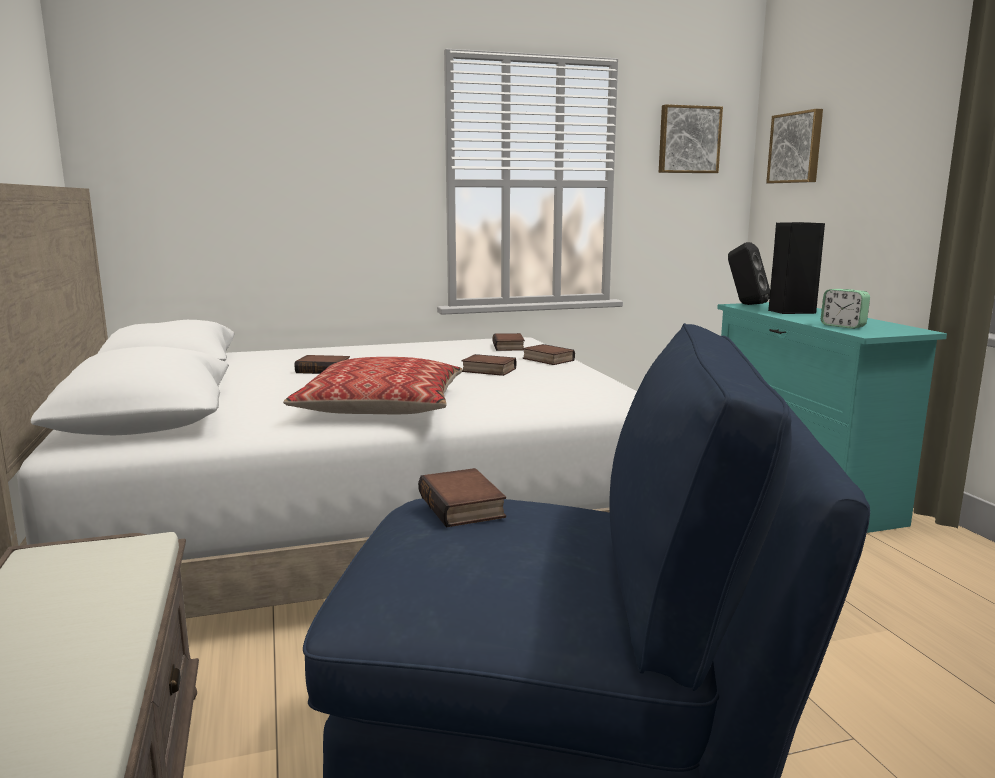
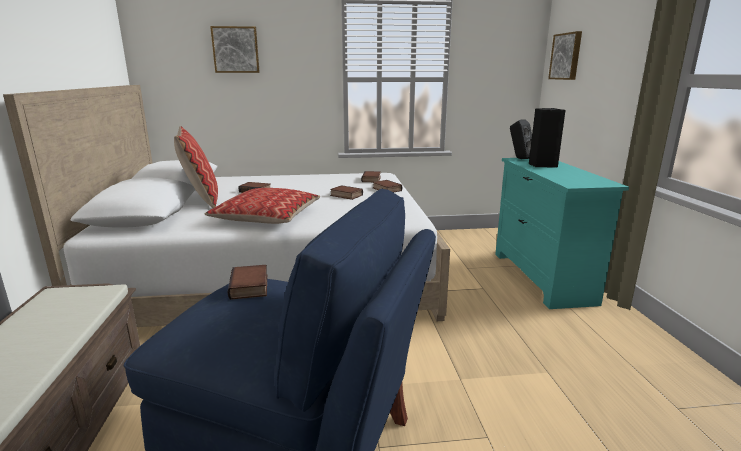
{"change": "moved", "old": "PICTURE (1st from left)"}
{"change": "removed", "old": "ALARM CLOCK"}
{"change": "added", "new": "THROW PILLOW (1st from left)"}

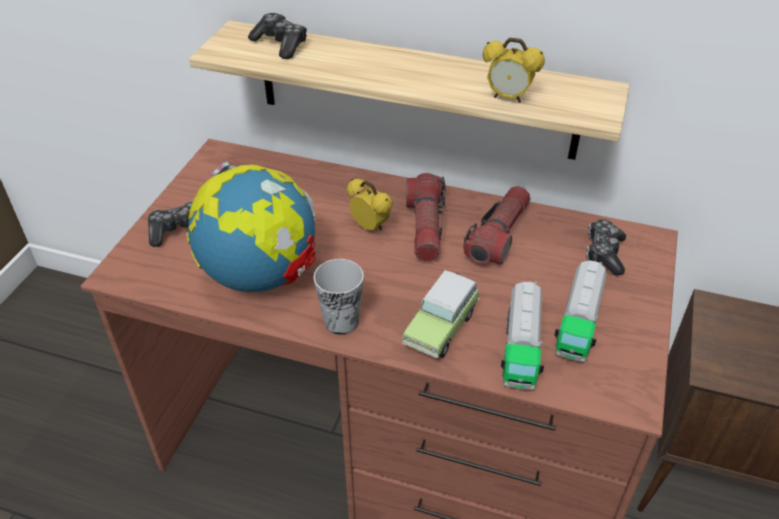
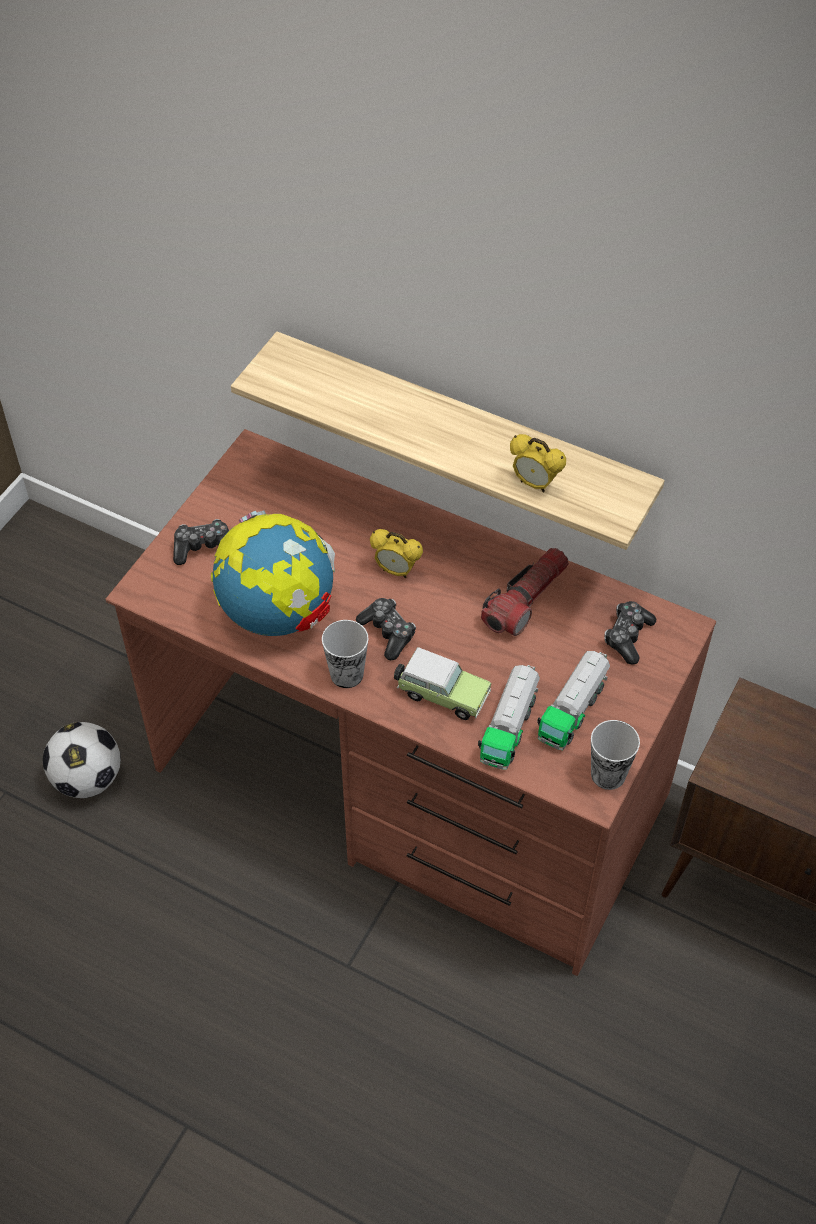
{"change": "moved", "old": "GAME CONTROLLER (2nd from left)"}
{"change": "removed", "old": "HAND TORCH (1st from left)"}
{"change": "turned", "old": "ALARM CLOCK (1st from left)", "degrees": 150}
{"change": "turned", "old": "MODEL CAR", "degrees": -105}
{"change": "added", "new": "CUP (2nd from left)"}
{"change": "added", "new": "BALL FOR FOOTBALL"}

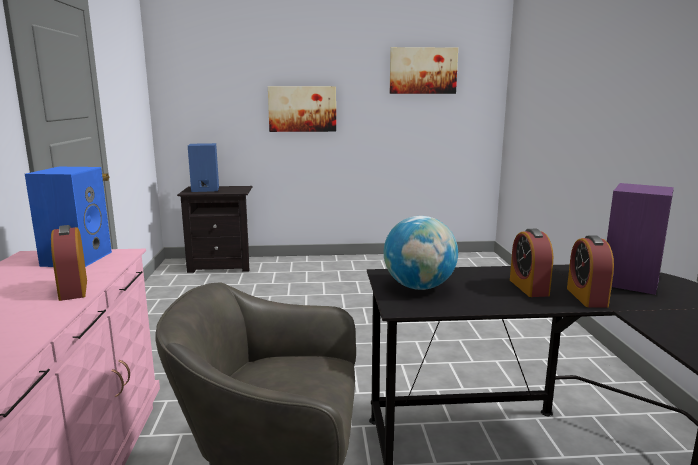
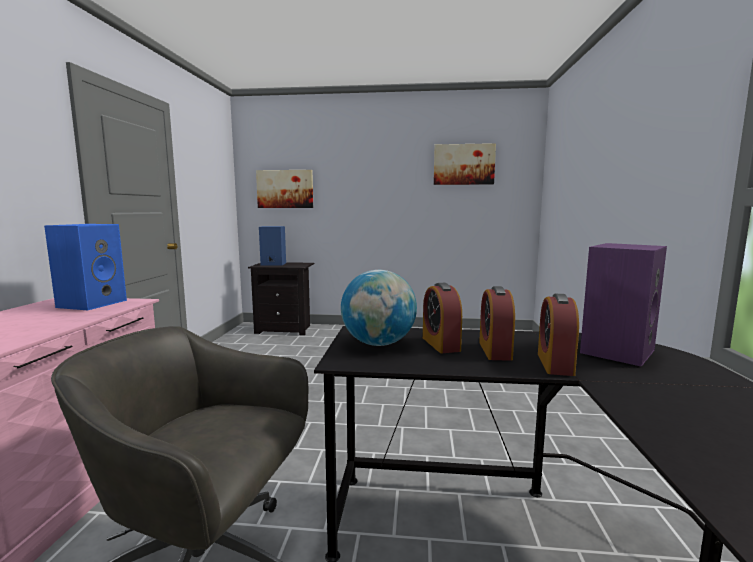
{"change": "moved", "old": "PICTURE (1st from left)"}
{"change": "moved", "old": "ALARM CLOCK (1st from left)"}

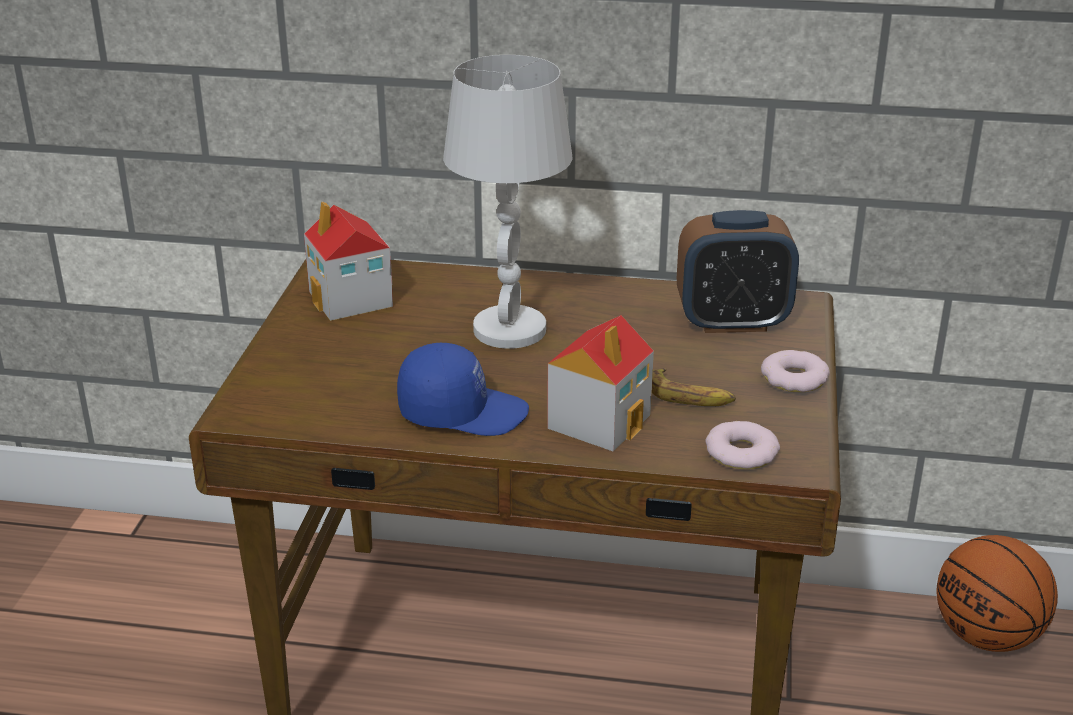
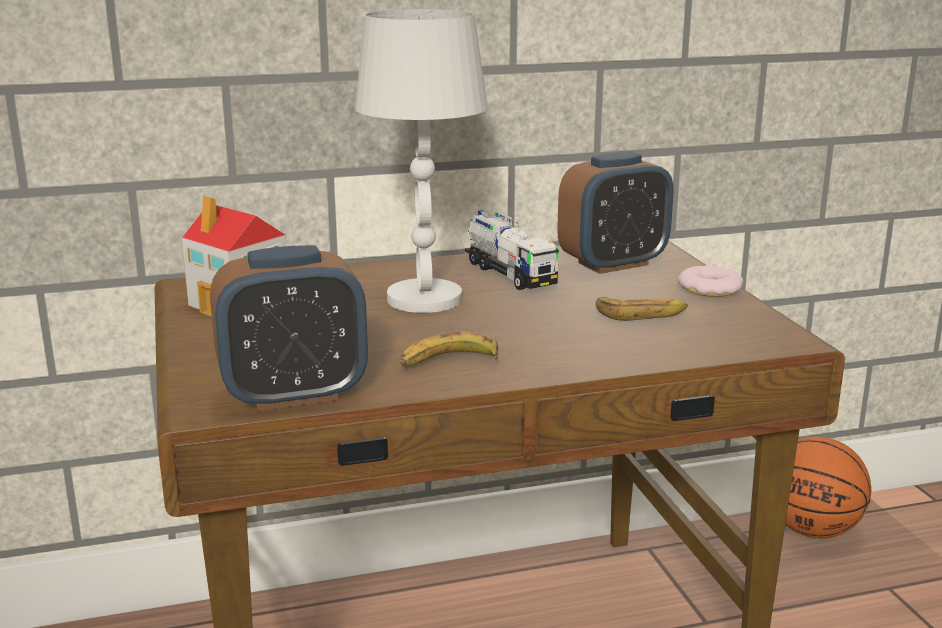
{"change": "removed", "old": "MINIATURE HOUSE (2nd from left)"}
{"change": "replaced", "old": "BLUE-COLOURED BASEBALL CAP", "new": "BANANA (1st from left)"}
{"change": "removed", "old": "RING DOUGHNUT (1st from left)"}
{"change": "added", "new": "MODEL TRUCK"}
{"change": "added", "new": "ALARM CLOCK (1st from left)"}

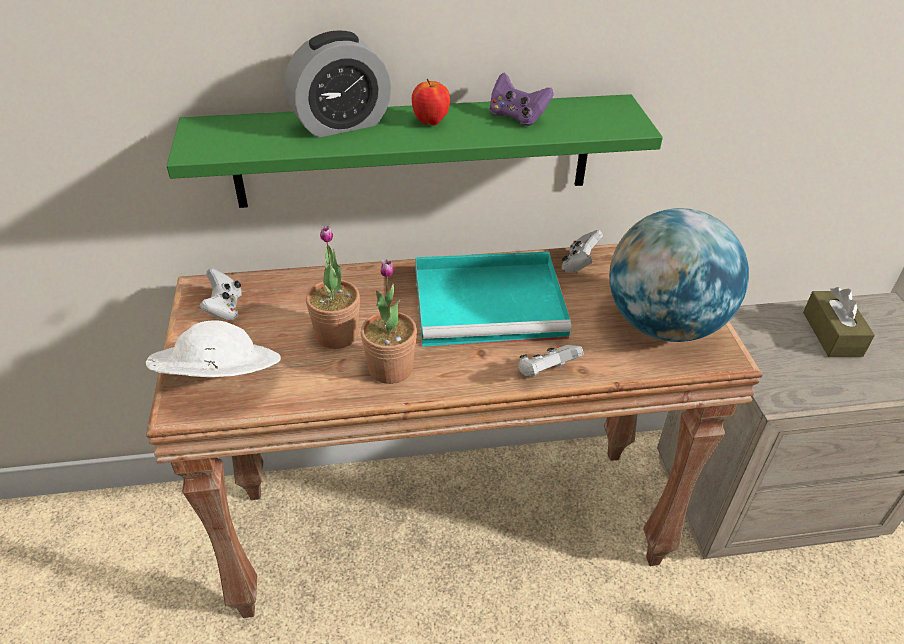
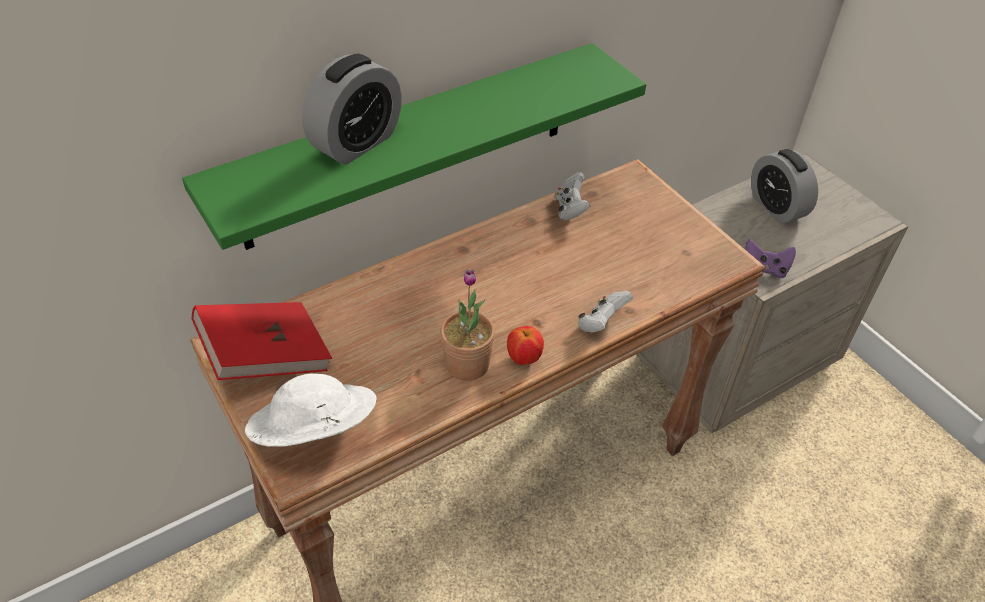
{"change": "moved", "old": "PURPLISH GAME CONTROLLER"}
{"change": "moved", "old": "APPLE"}
{"change": "removed", "old": "GLOBE"}
{"change": "removed", "old": "PLANT IN A POT (1st from left)"}
{"change": "removed", "old": "BLUE-GREEN CARRYING TRAY"}
{"change": "replaced", "old": "WHITISH GAME CONTROLLER (1st from left)", "new": "RED-COLOURED VOLUME"}
{"change": "replaced", "old": "BROWN BOX OF TISSUES", "new": "ALARM CLOCK (2nd from left)"}

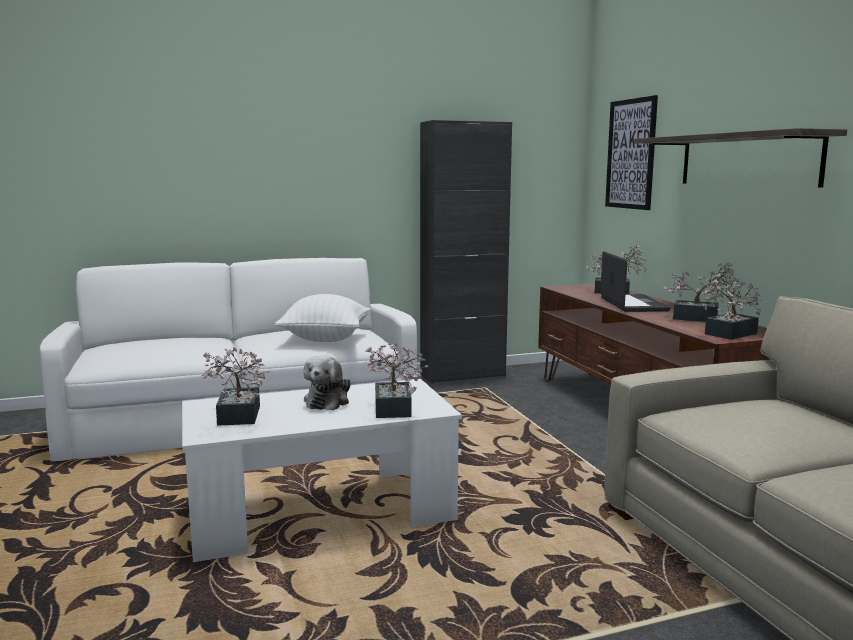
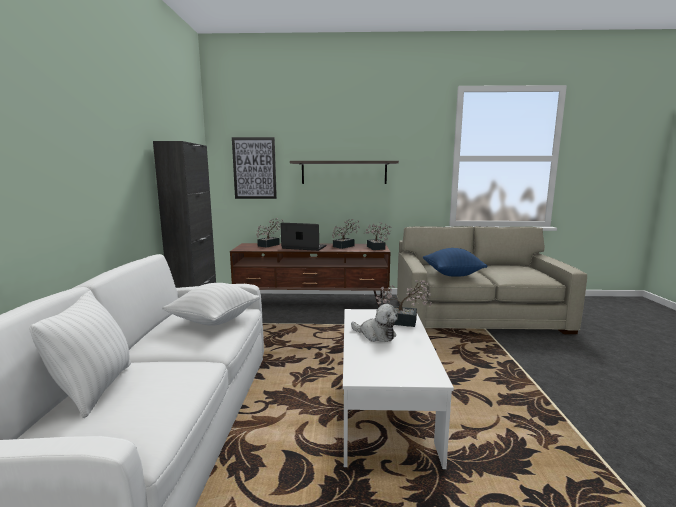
{"change": "removed", "old": "PLANT IN A POT (1st from left)"}
{"change": "added", "new": "BLUE-COLOURED THROW PILLOW"}
{"change": "added", "new": "WHITISH THROW PILLOW (1st from left)"}

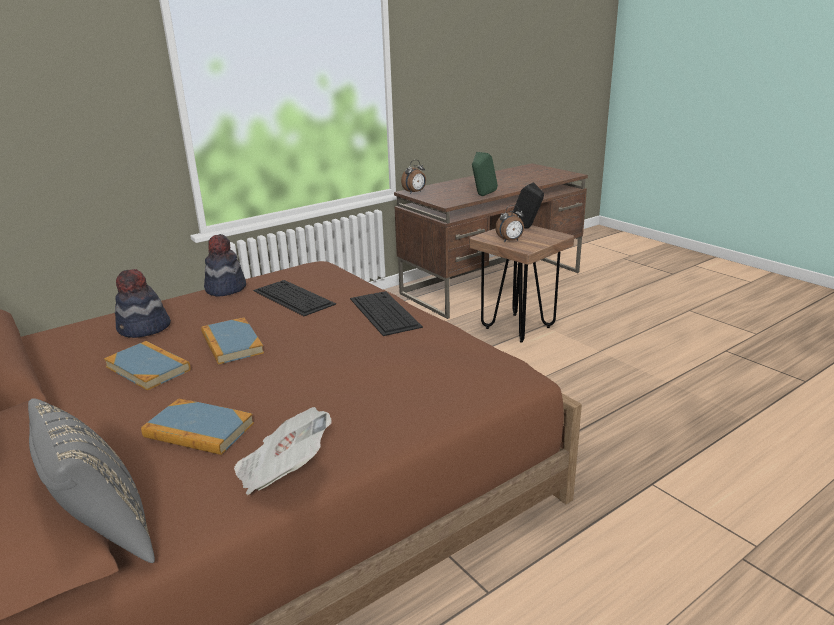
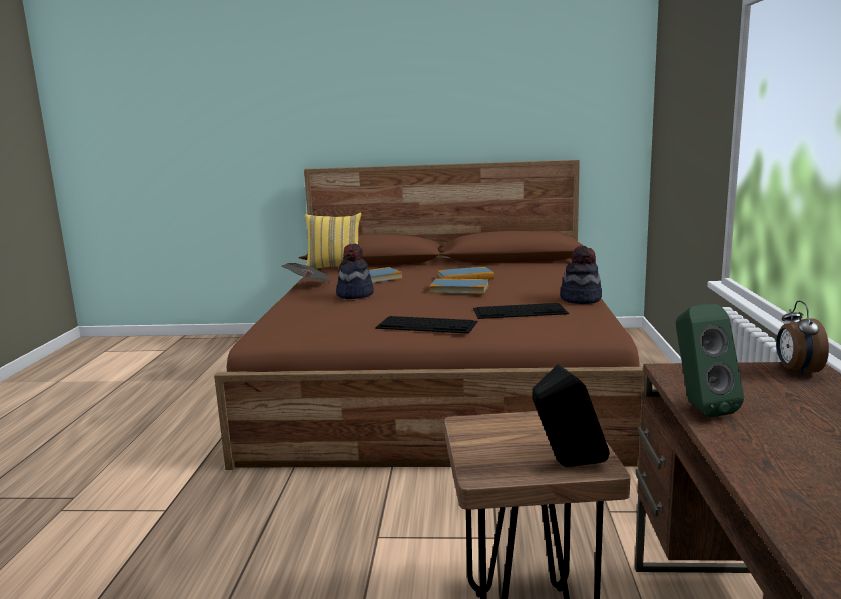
{"change": "removed", "old": "ALARM CLOCK (2nd from left)"}
{"change": "moved", "old": "WEARABLE HAT (1st from left)"}
{"change": "recoloured", "old": "GRAY THROW PILLOW", "new": "YELLOW-COLOURED THROW PILLOW"}

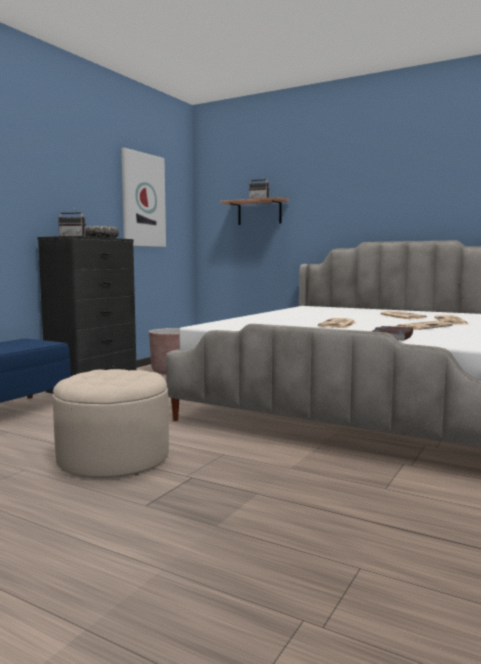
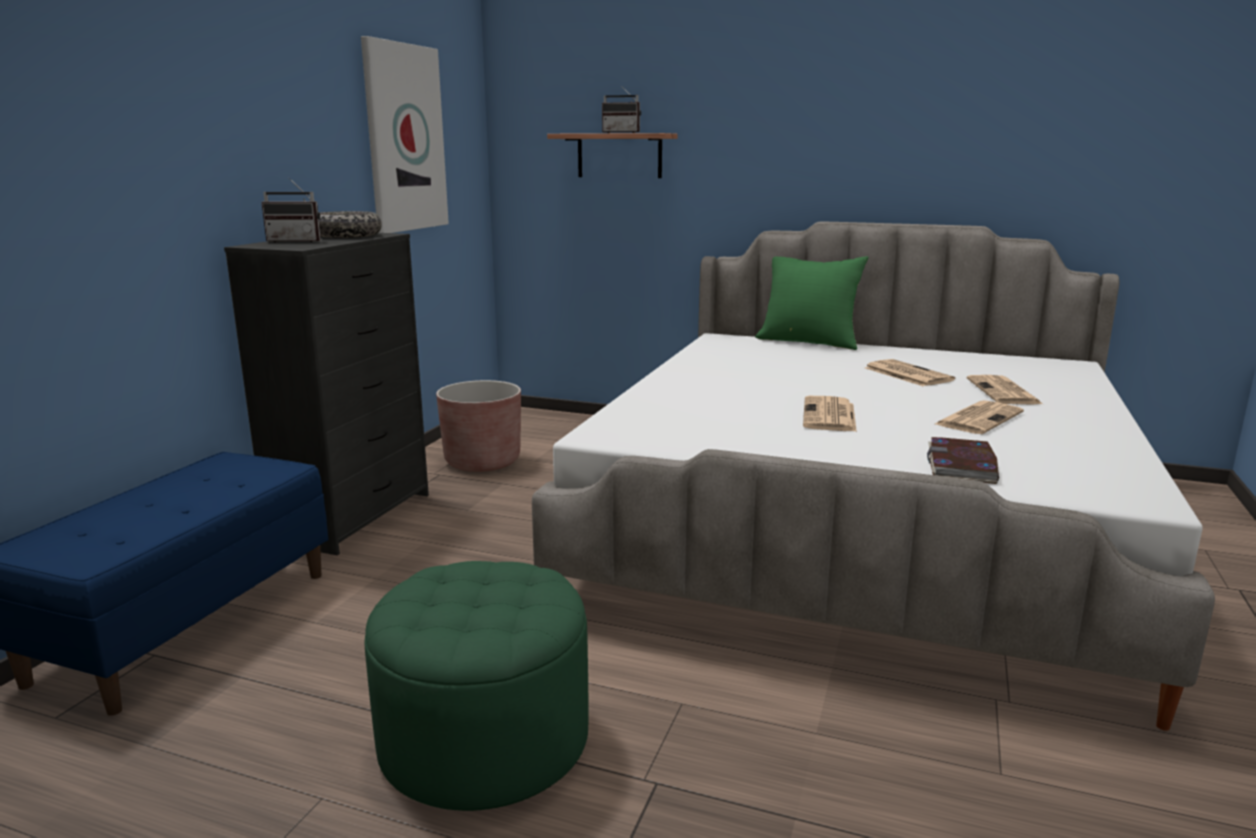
{"change": "recoloured", "old": "SAND-COLOURED POUFFE", "new": "GREEN-COLOURED POUFFE"}
{"change": "added", "new": "GREEN-COLOURED THROW PILLOW"}

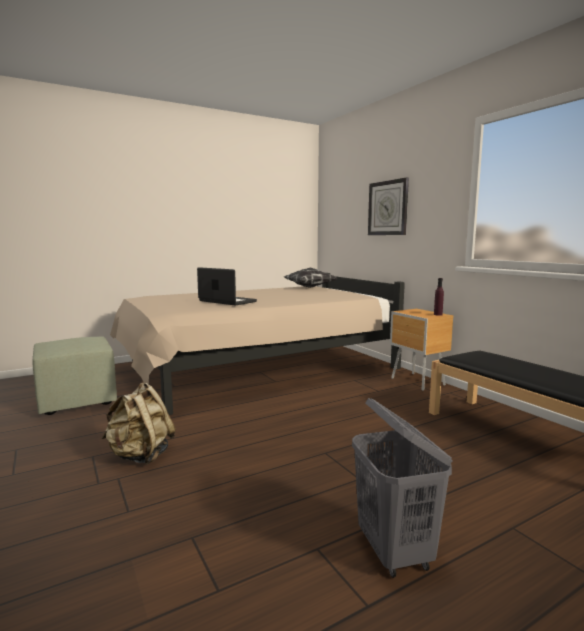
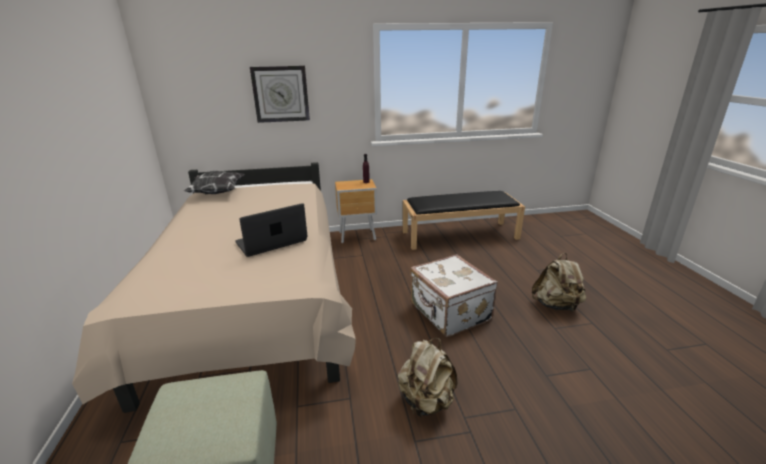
{"change": "replaced", "old": "GRAY LAUNDRY BASKET", "new": "SAND-COLOURED KNAPSACK (2nd from left)"}
{"change": "added", "new": "WHITISH TRAVEL CASE"}

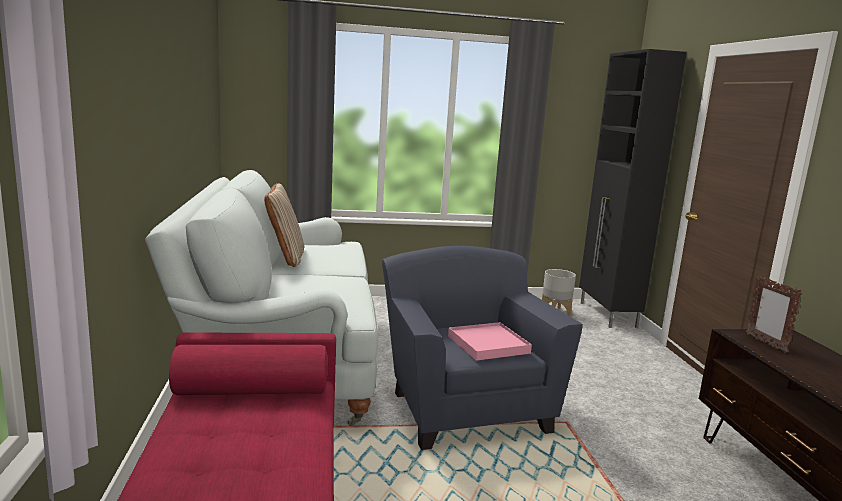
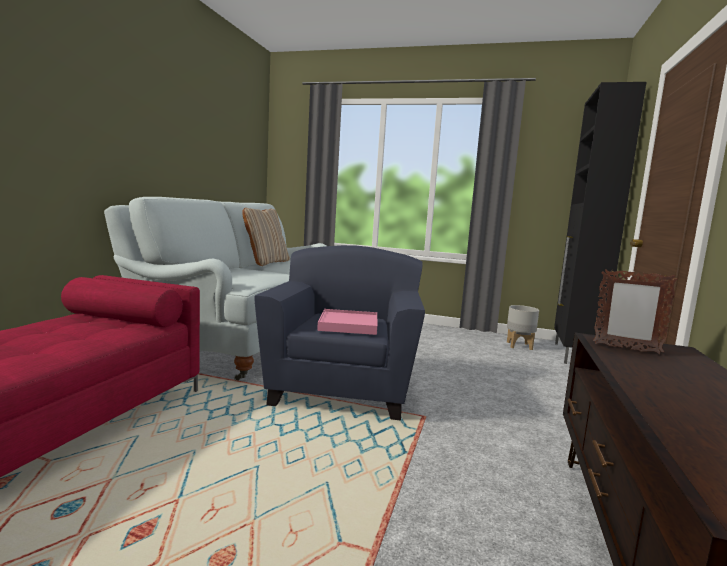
{"change": "turned", "old": "PICTURE FRAME", "degrees": -75}

